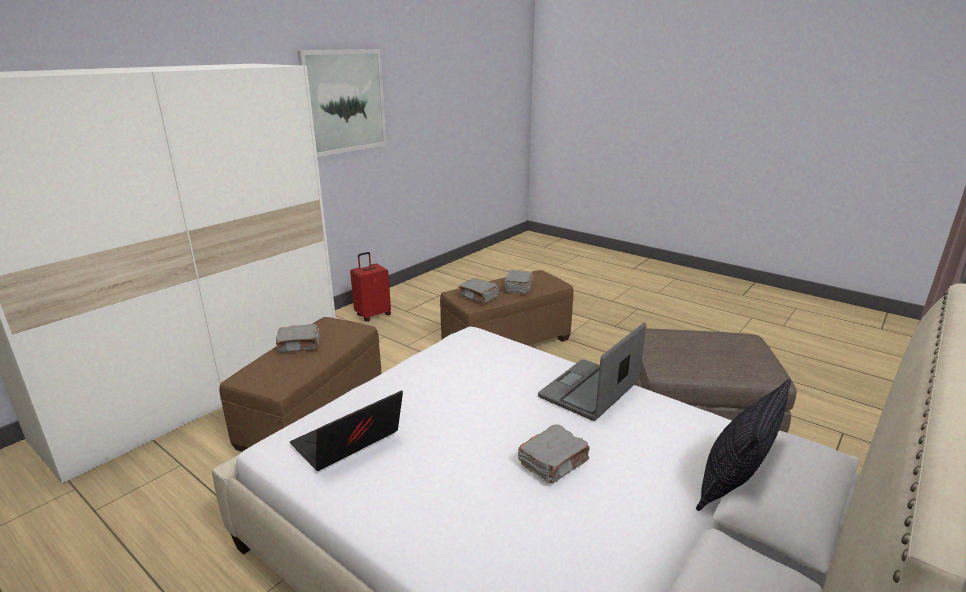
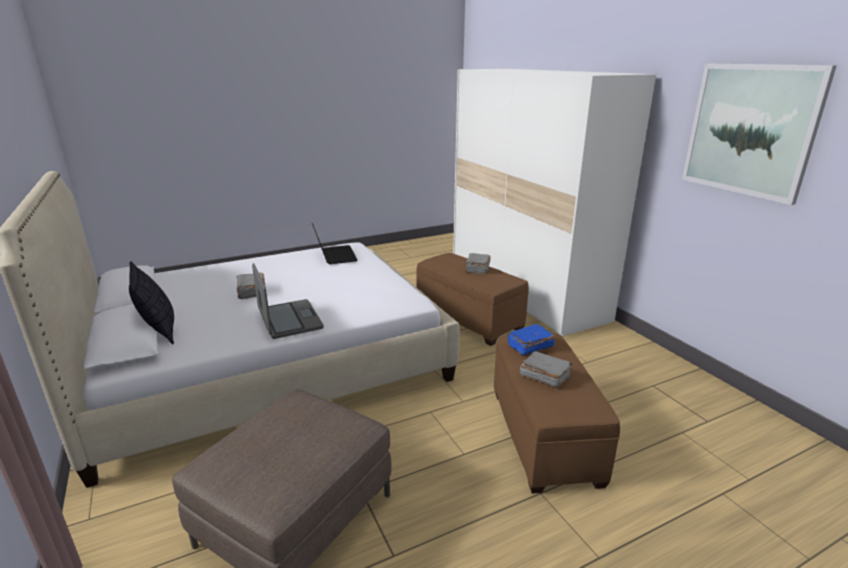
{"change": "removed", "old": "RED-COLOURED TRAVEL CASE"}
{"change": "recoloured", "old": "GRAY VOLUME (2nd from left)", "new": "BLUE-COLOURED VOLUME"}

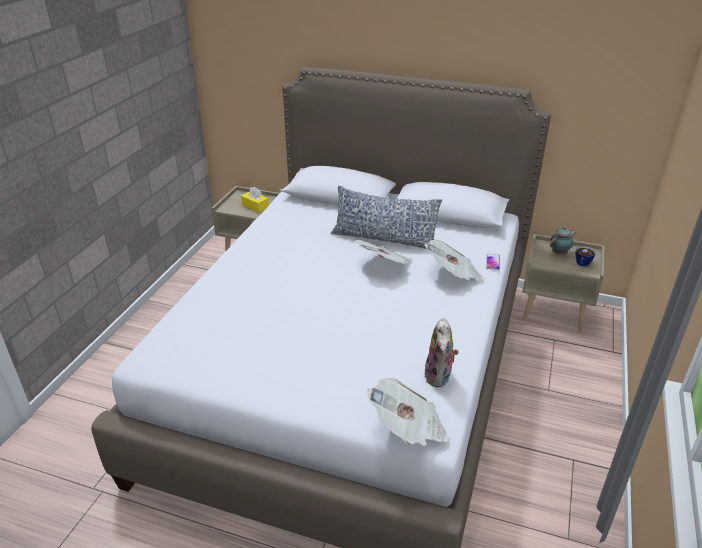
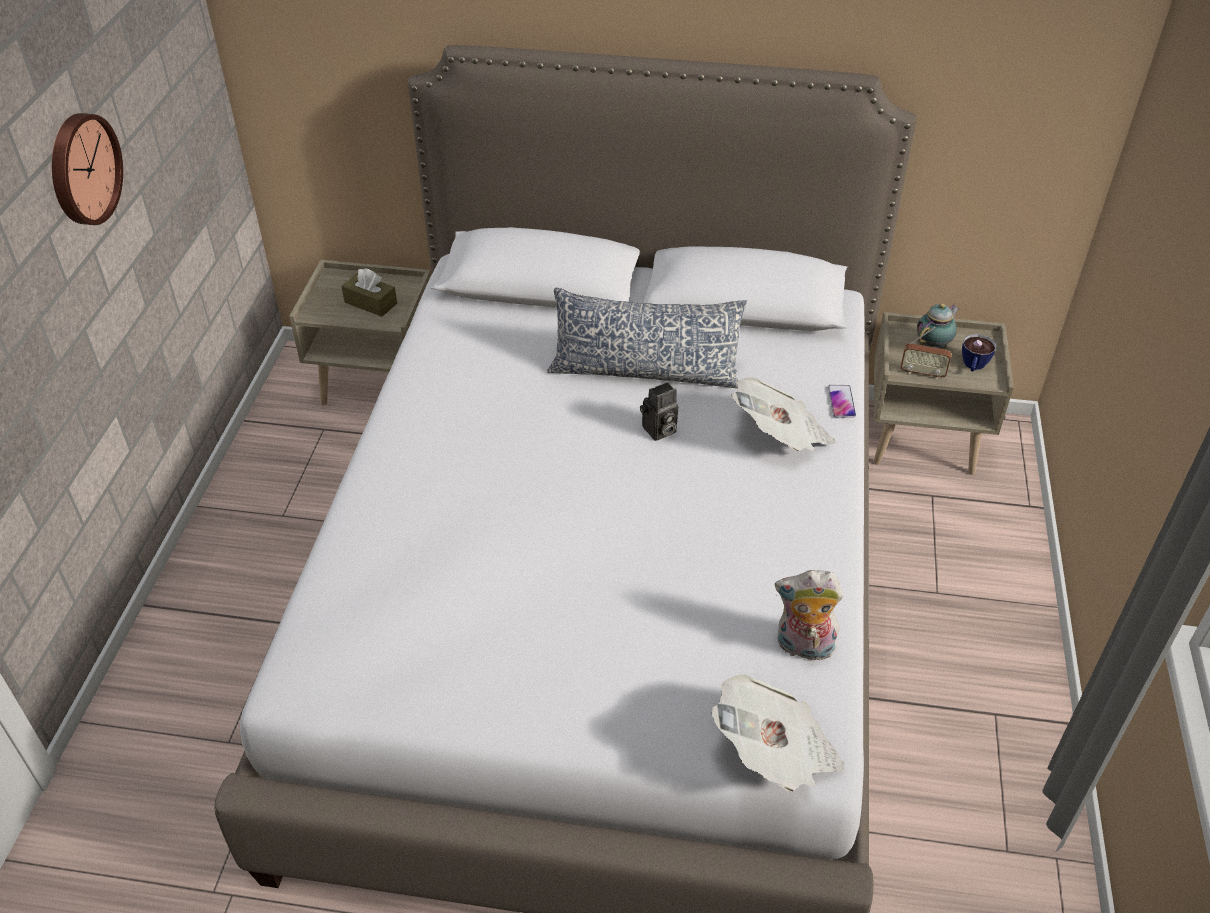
{"change": "recoloured", "old": "YELLOW-COLOURED BOX OF TISSUES", "new": "BROWN BOX OF TISSUES"}
{"change": "replaced", "old": "NEWSPAPER (1st from left)", "new": "PHOTO CAMERA"}
{"change": "turned", "old": "CUDDLY TOY", "degrees": 105}
{"change": "added", "new": "CLOCK ON THE WALL"}
{"change": "added", "new": "RADIO RECEIVER"}

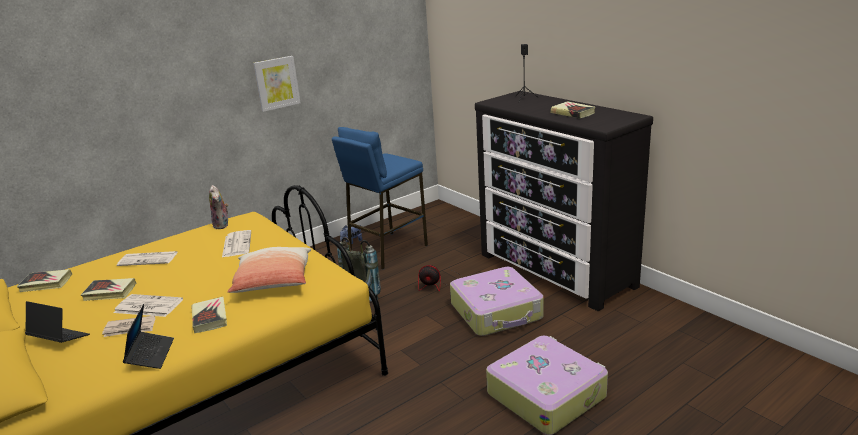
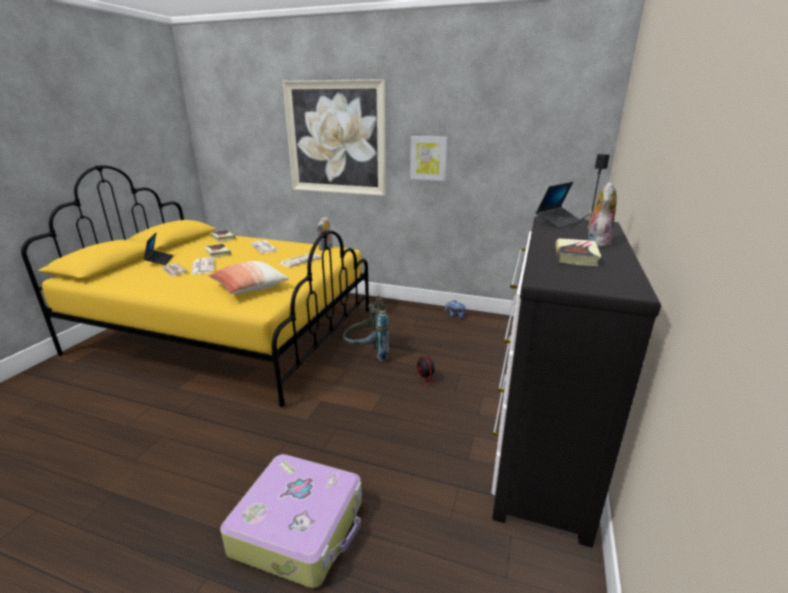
{"change": "removed", "old": "BLUE-COLOURED STOOL SEAT"}
{"change": "removed", "old": "TRAVEL CASE (1st from left)"}
{"change": "removed", "old": "VOLUME (3rd from left)"}
{"change": "moved", "old": "NOTEBOOK COMPUTER (2nd from left)"}
{"change": "added", "new": "PICTURE (1st from left)"}
{"change": "added", "new": "CUDDLY TOY (3rd from left)"}

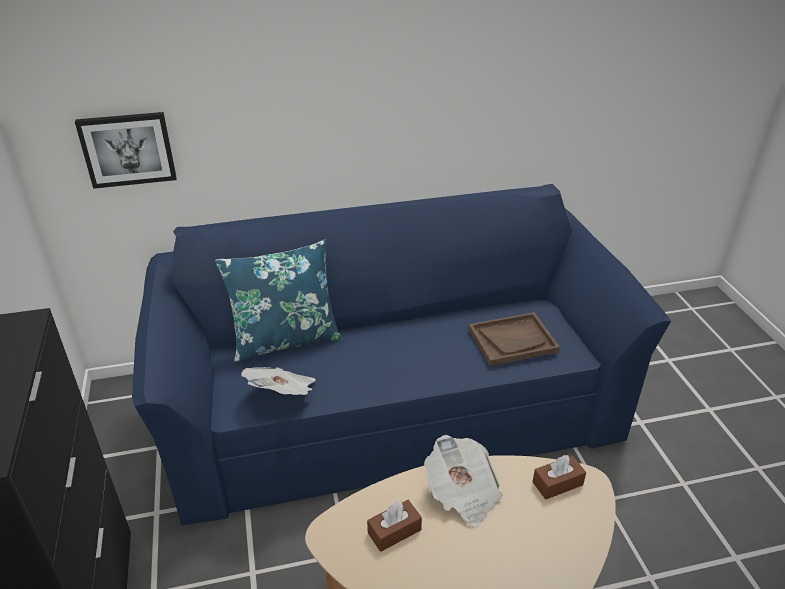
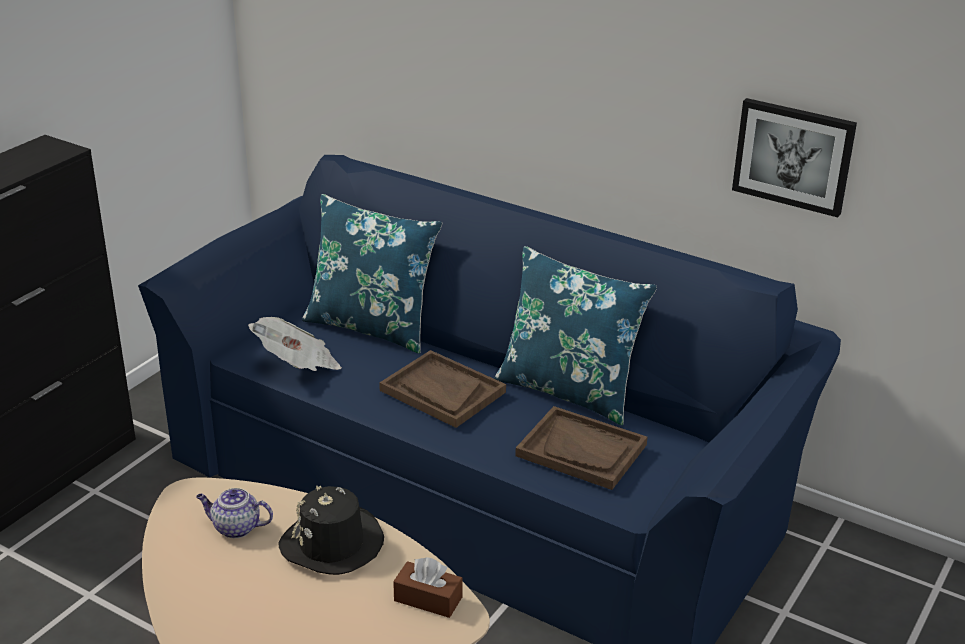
{"change": "moved", "old": "PICTURE"}
{"change": "replaced", "old": "NEWSPAPER (2nd from left)", "new": "BLACK-COLOURED WEARABLE HAT"}
{"change": "replaced", "old": "BROWN BOX OF TISSUES (1st from left)", "new": "TEAPOT"}
{"change": "added", "new": "BLUE-COLOURED THROW PILLOW (2nd from left)"}
{"change": "added", "new": "BROWN CARRYING TRAY (1st from left)"}

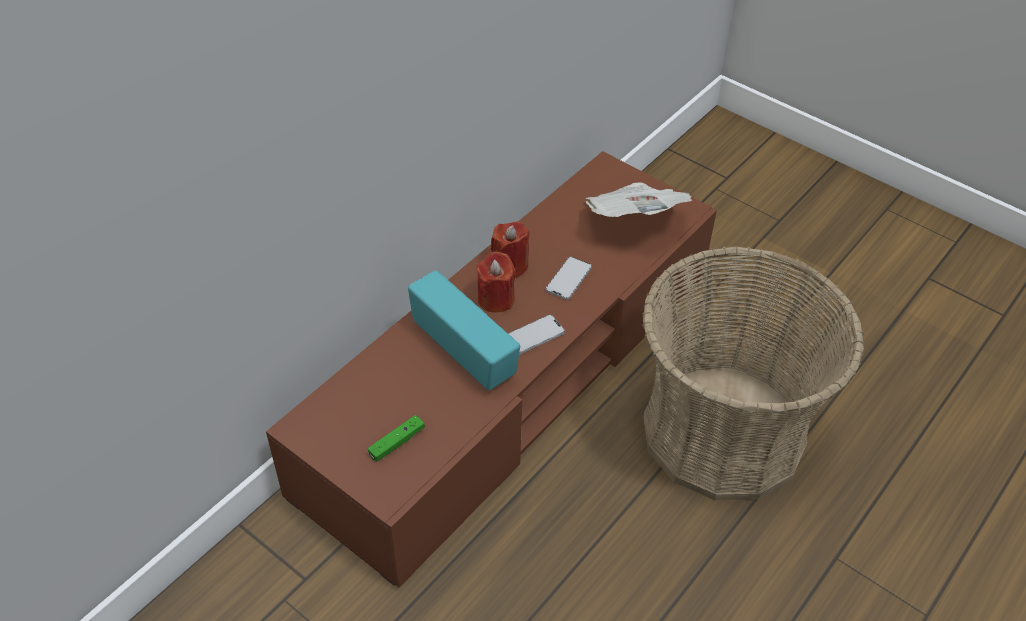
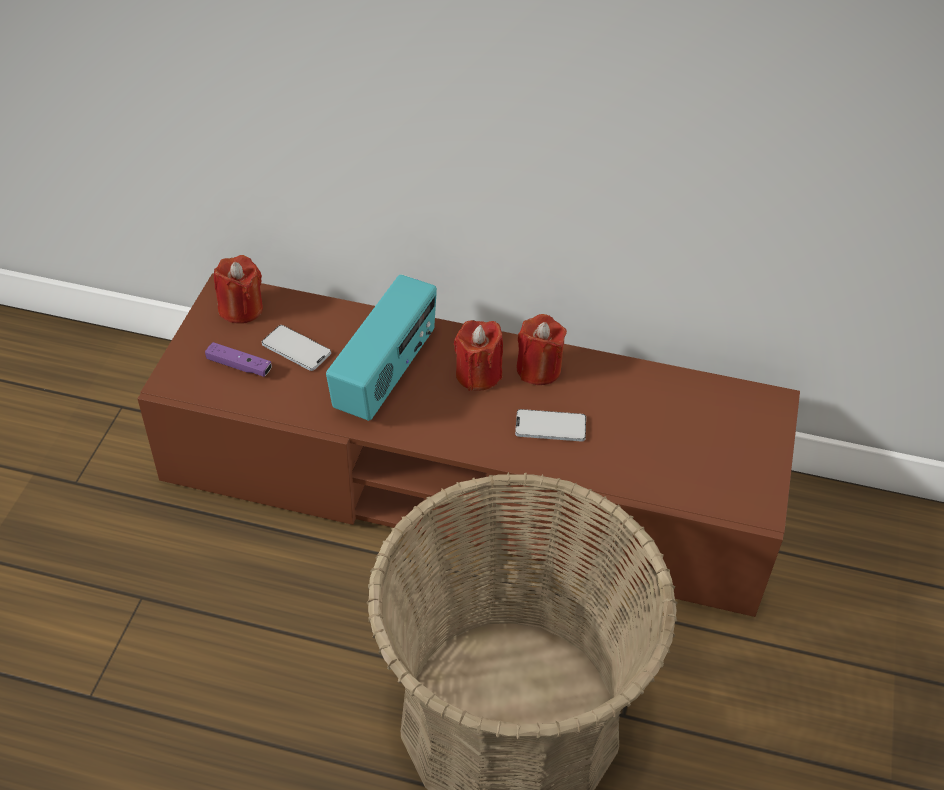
{"change": "removed", "old": "NEWSPAPER"}
{"change": "moved", "old": "TELEPHONE (1st from left)"}
{"change": "recoloured", "old": "GREEN-COLOURED GAME CONTROLLER", "new": "PURPLISH GAME CONTROLLER"}
{"change": "added", "new": "RED-COLOURED CANDLE (1st from left)"}

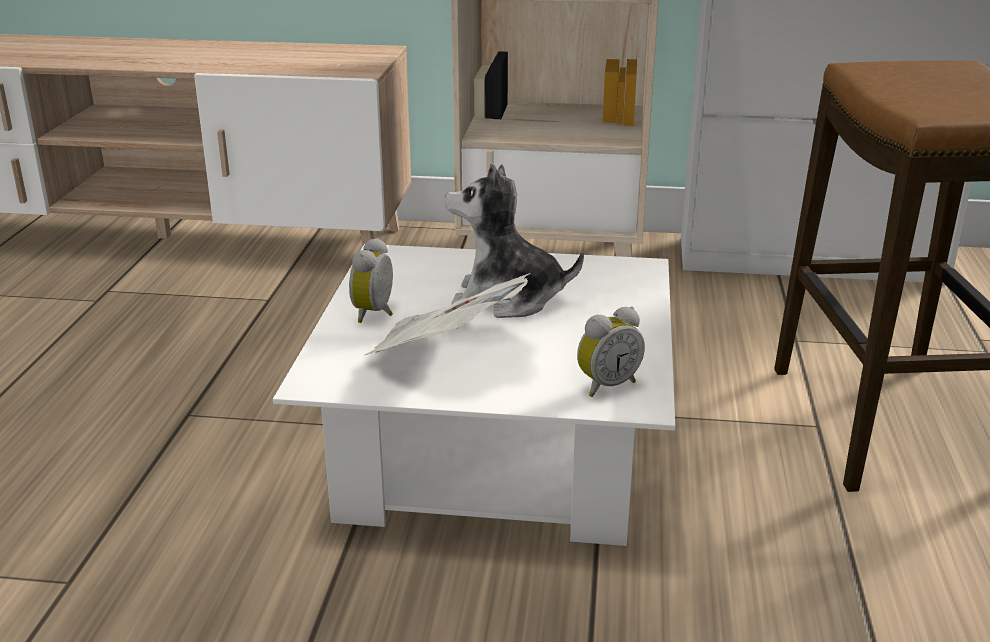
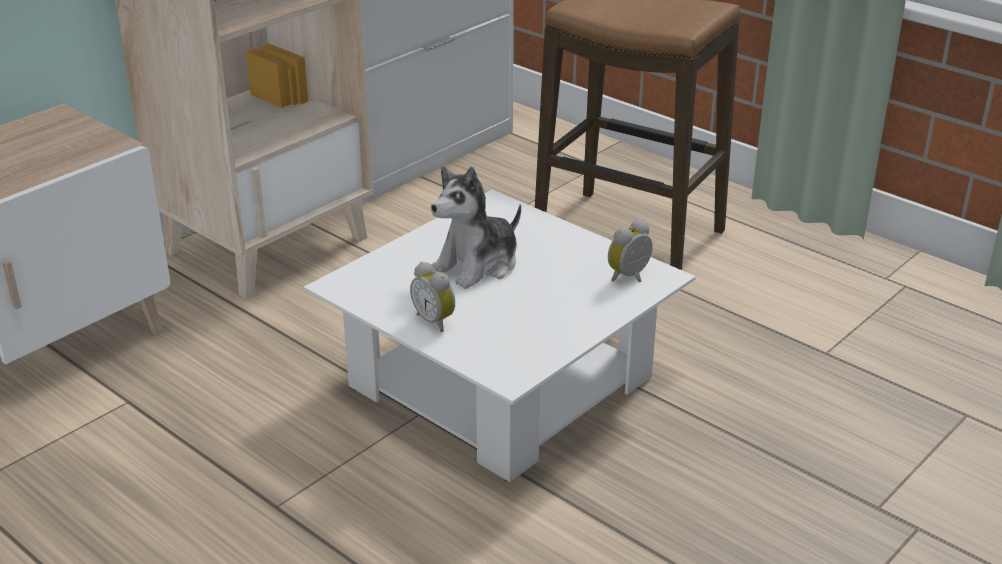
{"change": "removed", "old": "NEWSPAPER"}
{"change": "turned", "old": "ALARM CLOCK (2nd from left)", "degrees": -135}

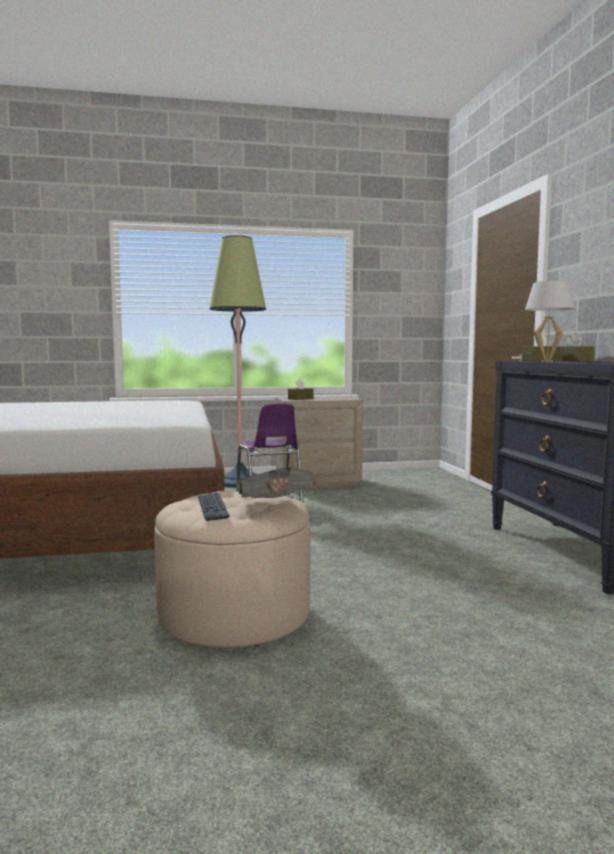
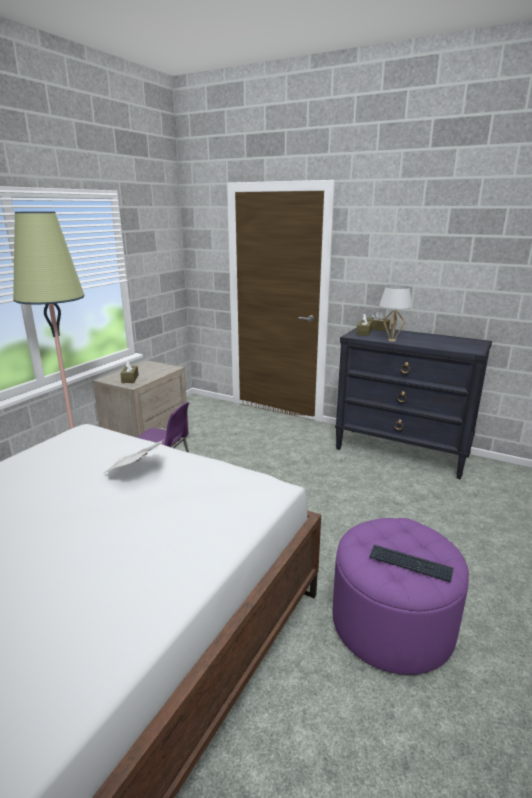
{"change": "moved", "old": "NEWSPAPER"}
{"change": "recoloured", "old": "SAND-COLOURED POUFFE", "new": "PURPLISH POUFFE"}

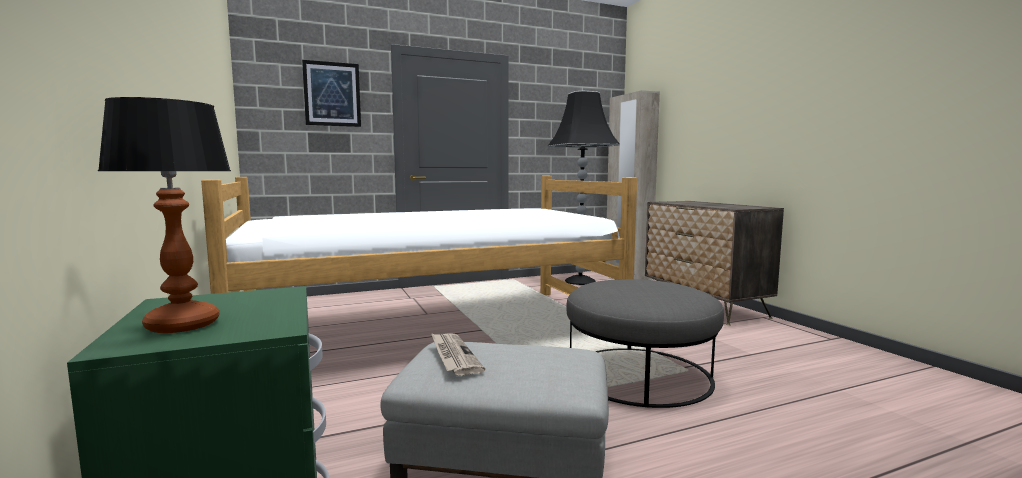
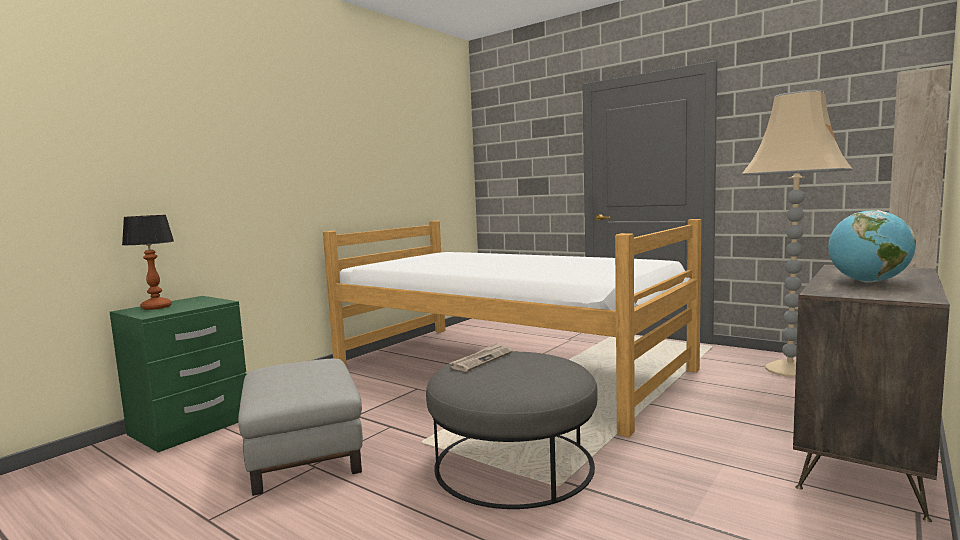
{"change": "removed", "old": "PICTURE"}
{"change": "recoloured", "old": "BLACK-COLOURED STANDARD LAMP", "new": "SAND-COLOURED STANDARD LAMP"}
{"change": "moved", "old": "NEWSPAPER"}
{"change": "added", "new": "GLOBE"}

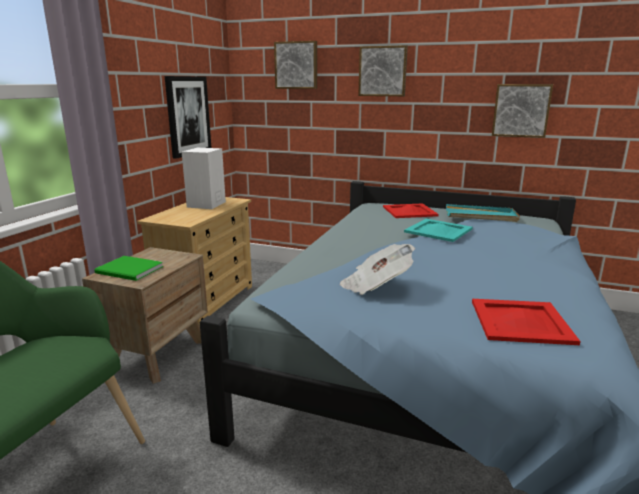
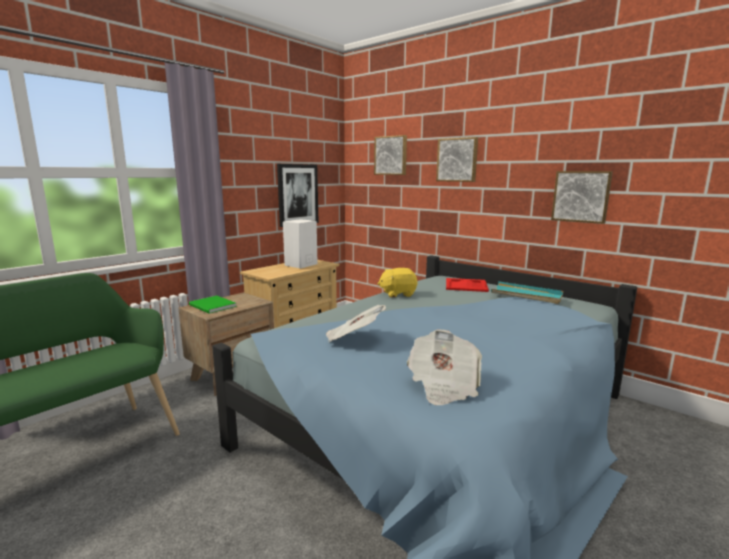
{"change": "removed", "old": "BLUE-GREEN CARRYING TRAY (1st from left)"}
{"change": "replaced", "old": "RED-COLOURED CARRYING TRAY (2nd from left)", "new": "NEWSPAPER (2nd from left)"}
{"change": "added", "new": "YELLOW-COLOURED CUDDLY TOY"}

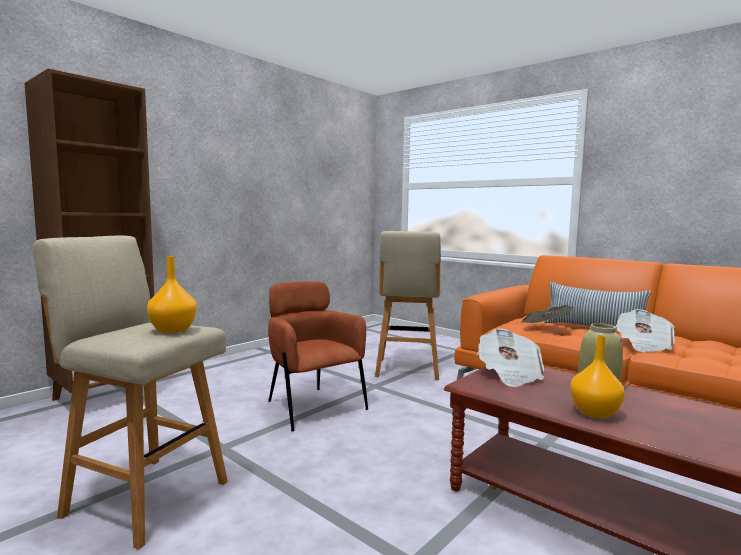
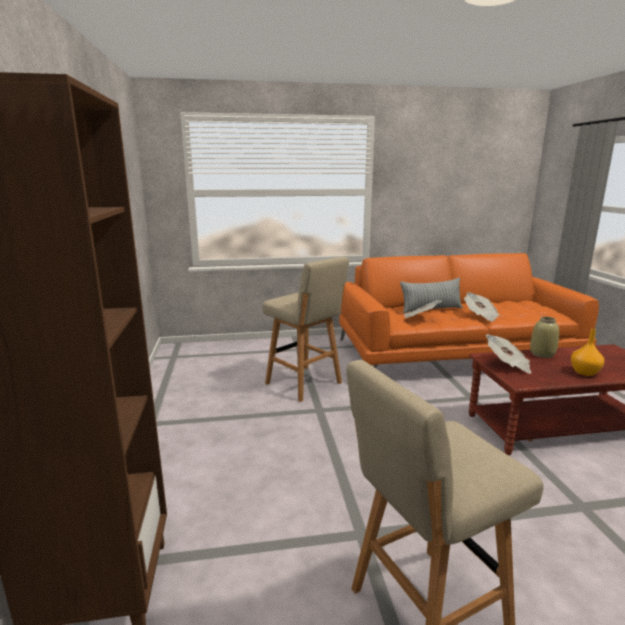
{"change": "removed", "old": "ORANGE-COLOURED VASE (1st from left)"}
{"change": "removed", "old": "BROWN LOUNGE CHAIR"}

